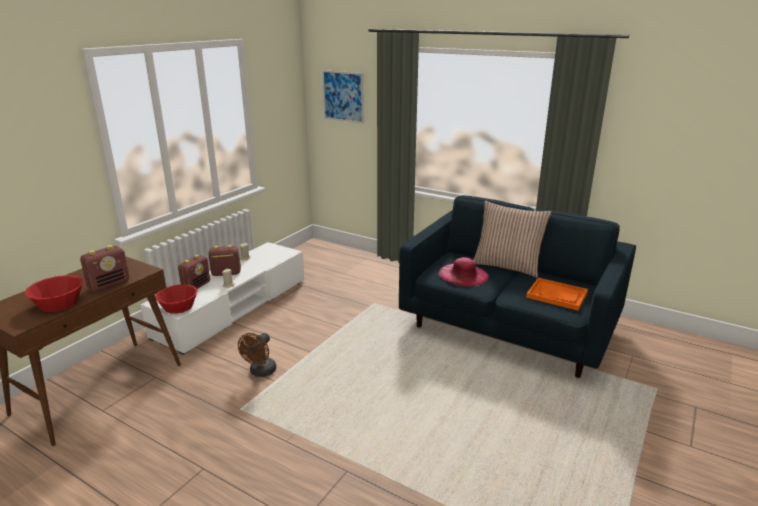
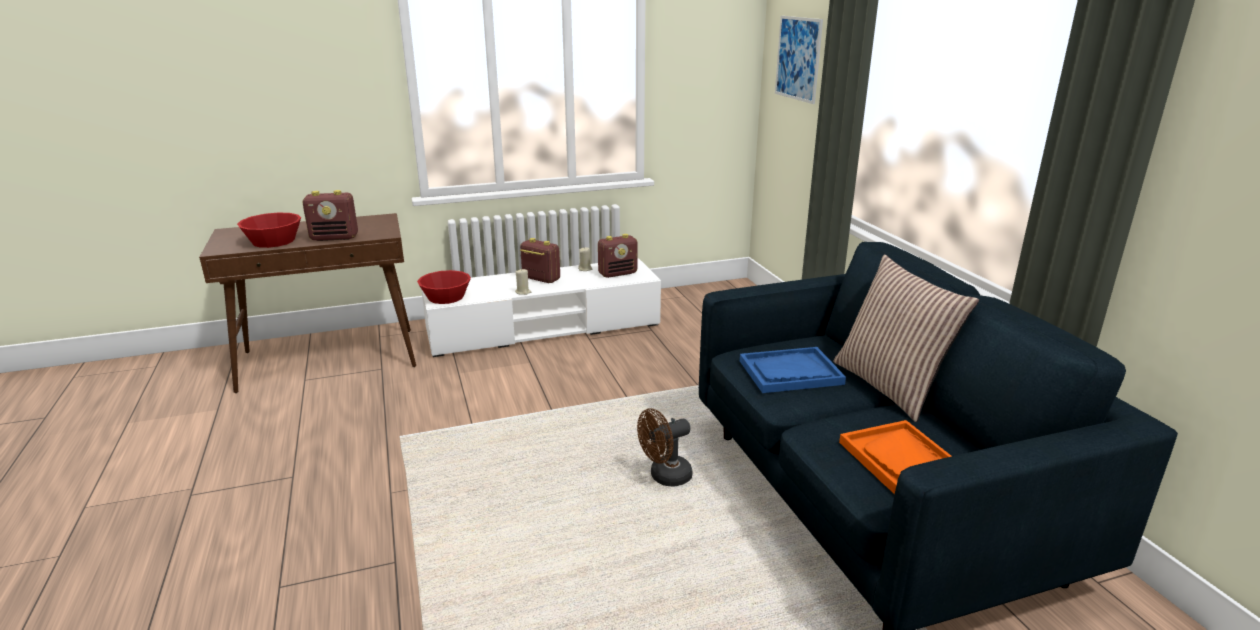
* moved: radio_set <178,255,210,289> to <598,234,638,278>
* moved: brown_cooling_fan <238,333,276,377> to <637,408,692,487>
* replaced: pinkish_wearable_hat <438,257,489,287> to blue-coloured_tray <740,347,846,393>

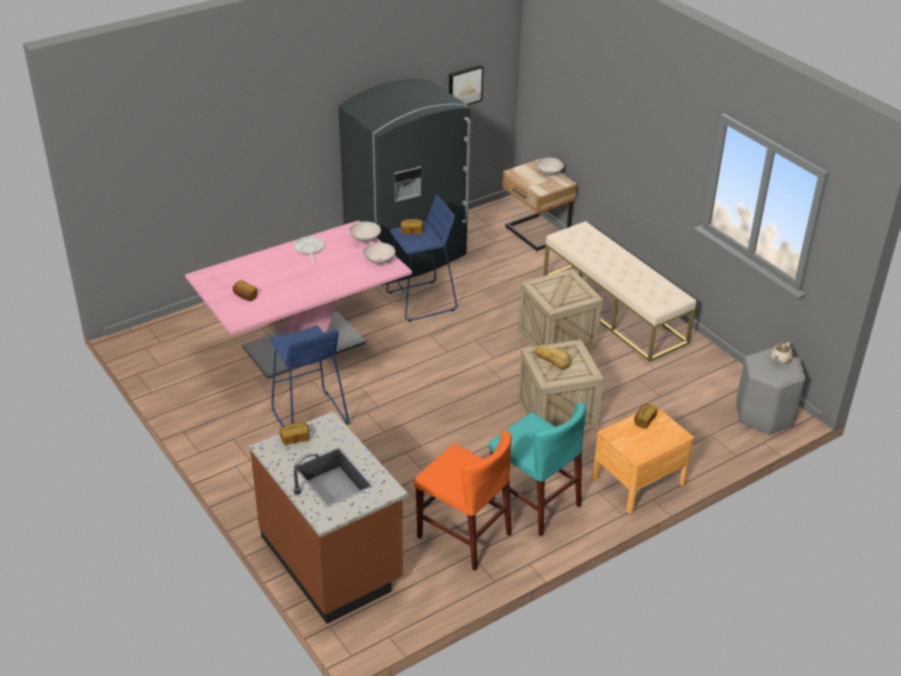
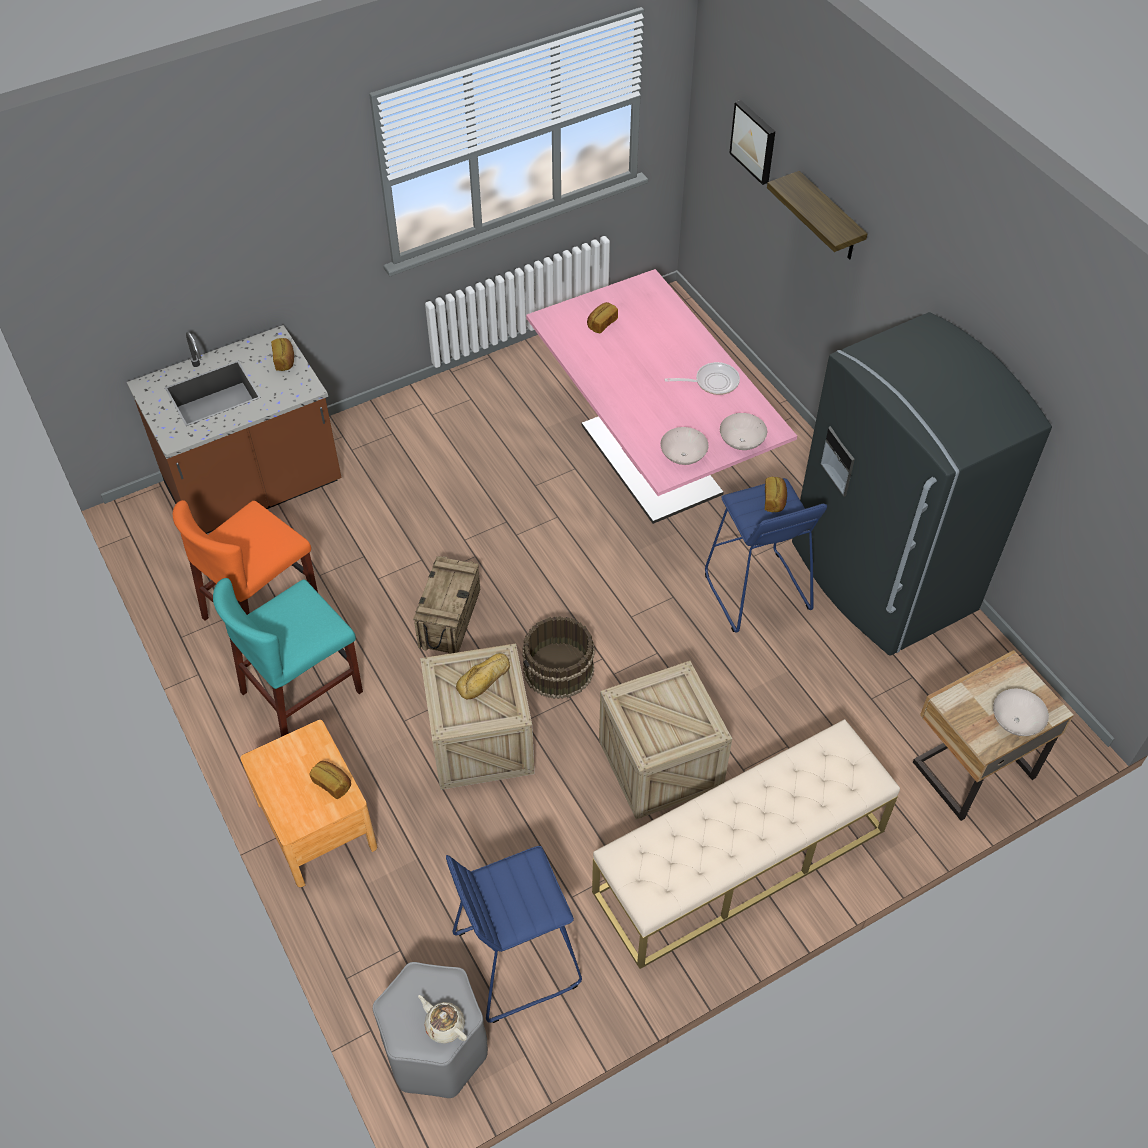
* added: crate <413,556,480,654>
* moved: blue-coloured_stool <270,326,349,427> to <446,846,582,1023>
* added: brown_pail <522,616,595,699>
* moved: wall_art <449,65,483,105> to <729,100,775,185>
* added: bracket_shelf <767,171,867,260>

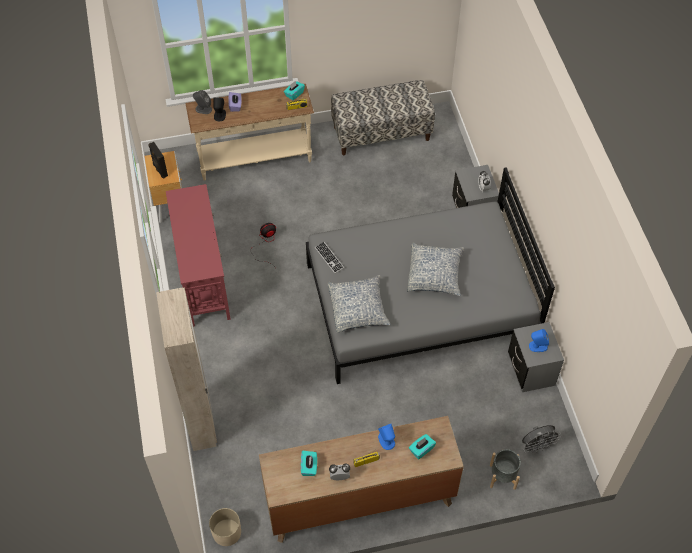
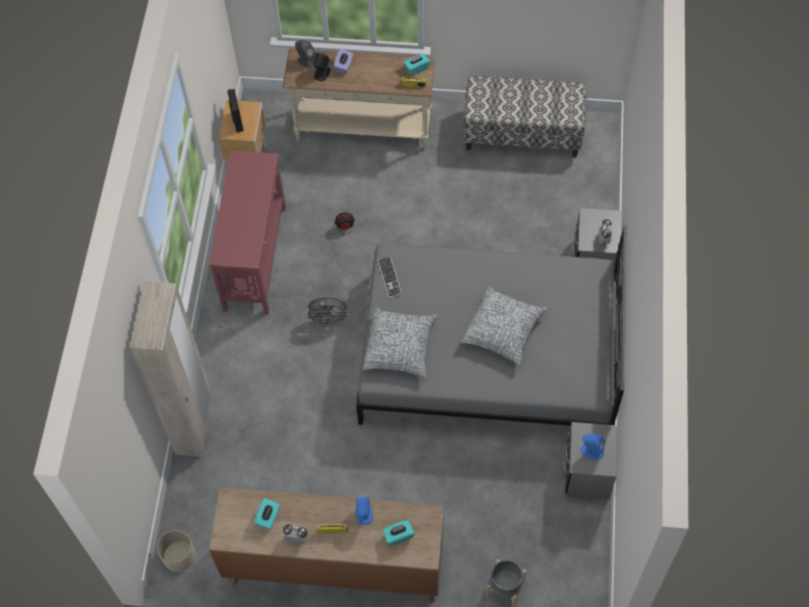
* moved: gray_cooling_fan <522,425,561,454> to <305,297,350,327>

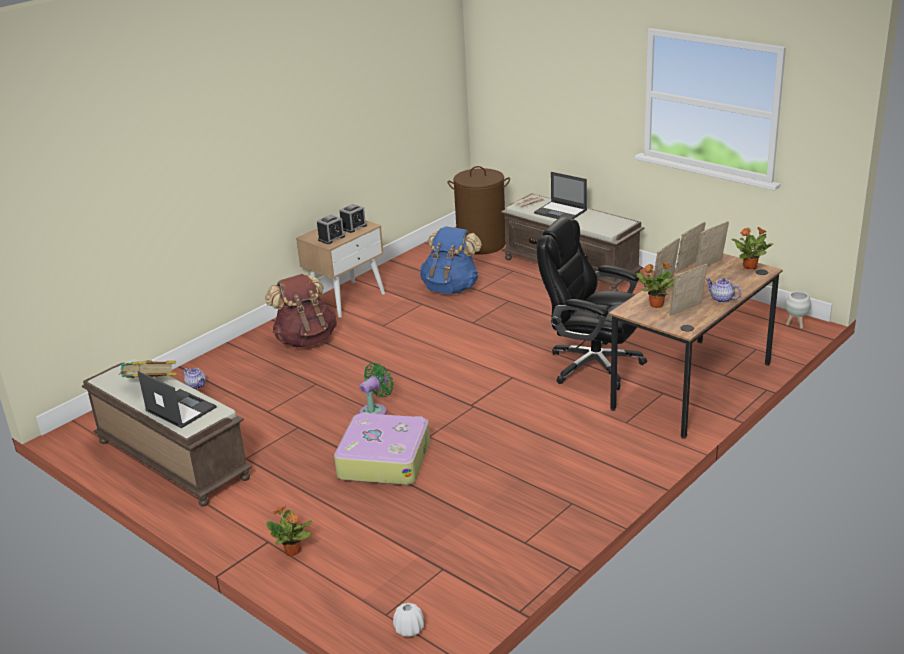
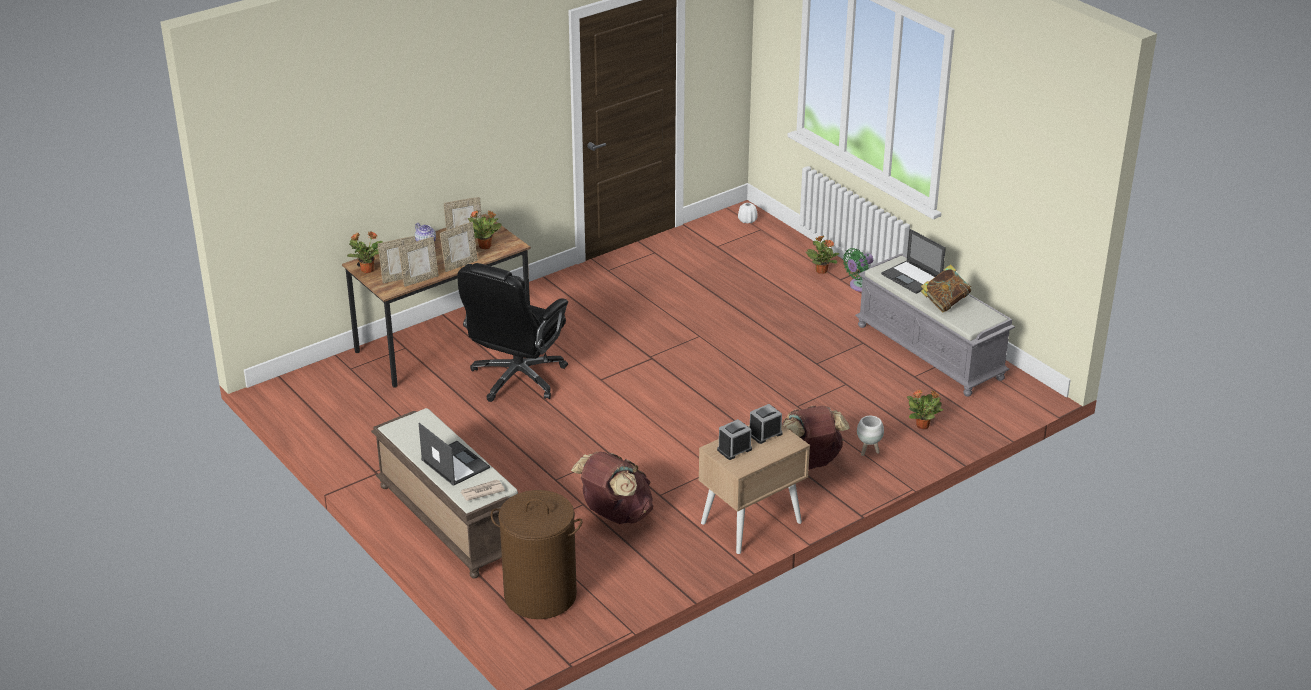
* turned: black-coloured_office_chair <537,217,647,390> = <458,263,568,402> 75 degrees clockwise
* recoloured: blue-coloured_knapsack <420,226,482,294> to brown_knapsack <571,452,653,524>
* moved: green-coloured_cooling_fan <359,363,394,415> to <843,248,873,292>
* recoloured: brown_long_seat <82,358,252,507> to gray_long_seat <855,253,1015,397>
* moved: white_planter <785,292,811,329> to <857,416,884,456>
* replaced: tea_pot <183,367,206,389> to potted_plant <907,389,943,429>
* removed: suitcase <334,413,430,485>

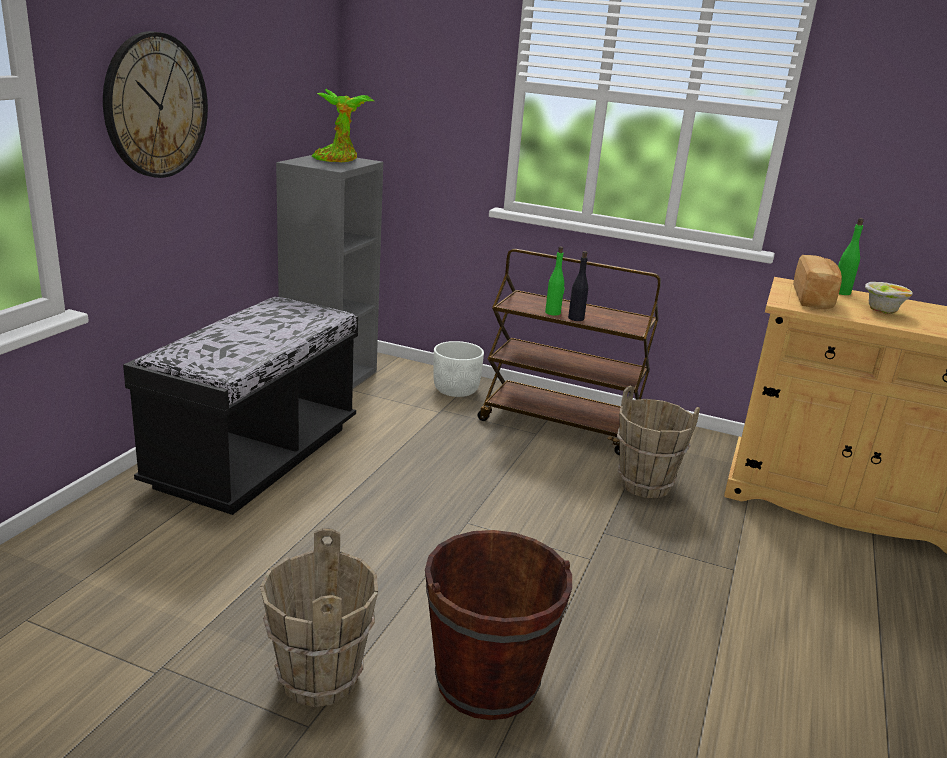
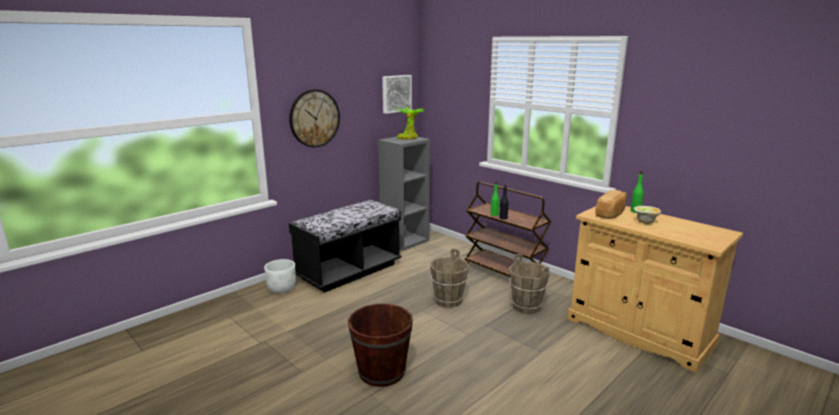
* moved: white_planter <433,341,484,397> to <264,259,296,293>
* added: wall_art <382,75,412,114>
* moved: brown_pail <260,528,378,707> to <430,249,469,308>

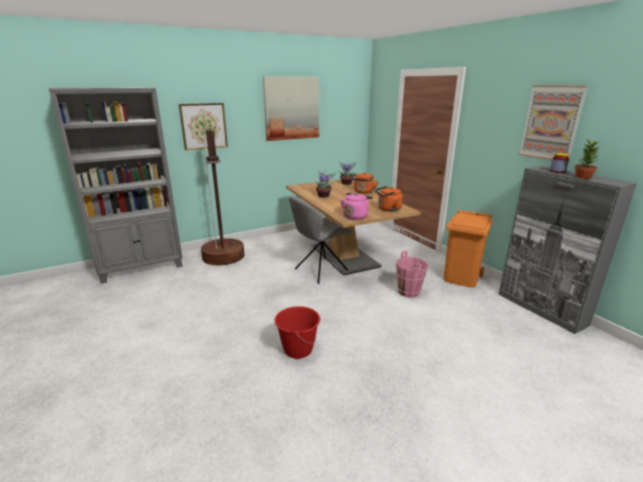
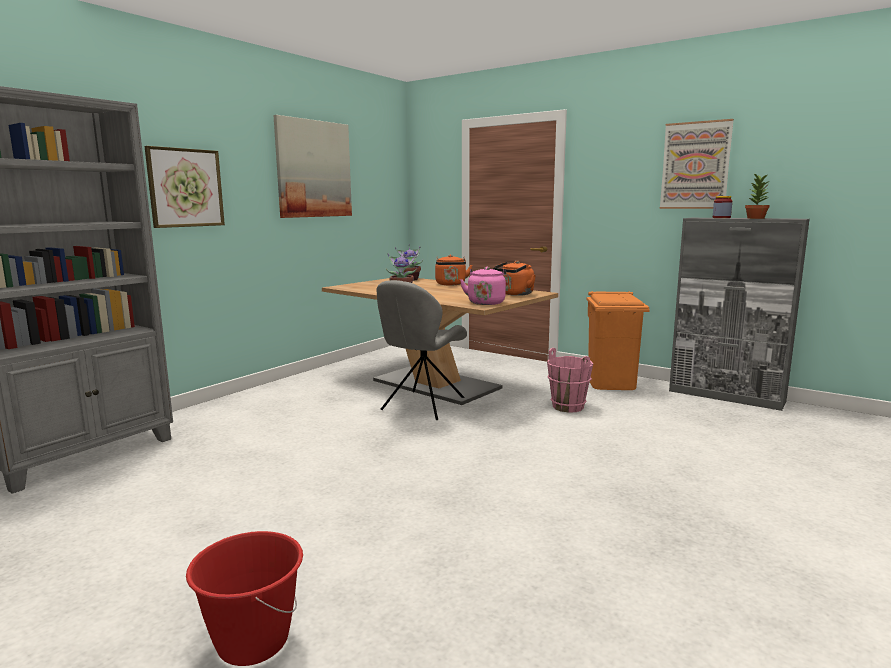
* moved: reddish_pail <275,306,320,359> to <186,531,303,666>
* removed: brown_standing_lamp <201,130,245,265>

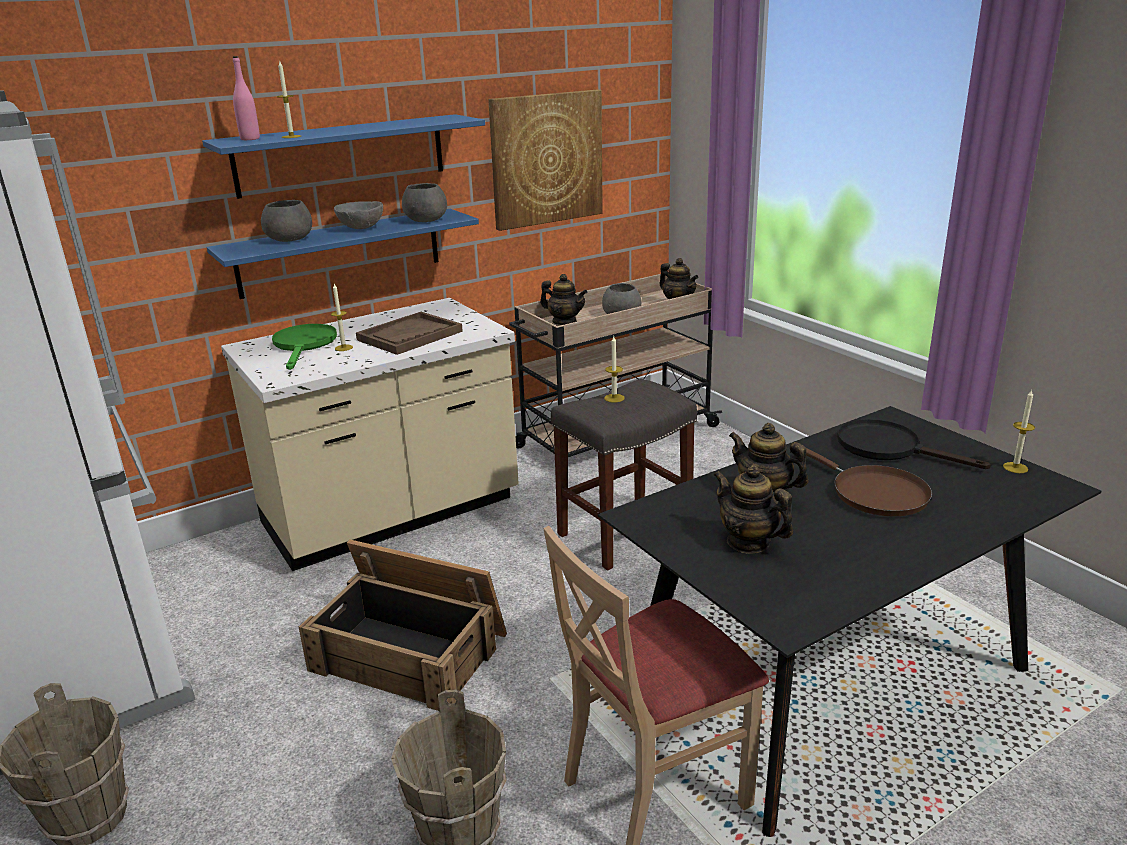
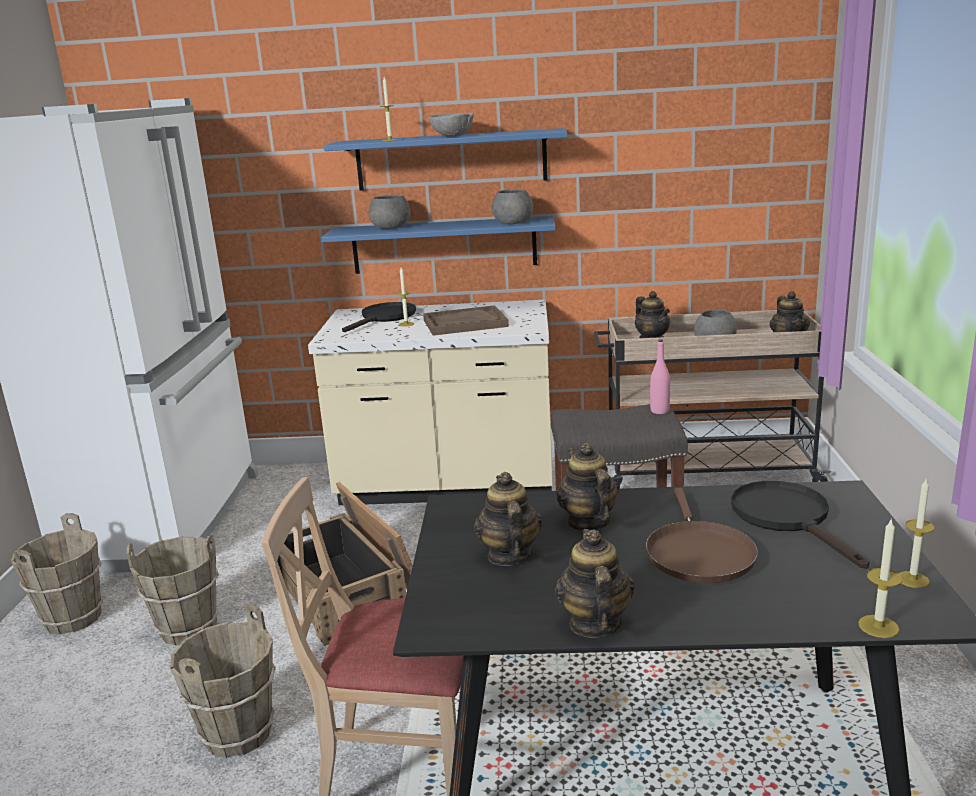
* added: brown_pail <126,536,219,645>
* recoloured: green-coloured_pan <272,324,337,370> to black-coloured_pan <342,302,416,332>
* moved: gray_deep_dish <334,201,383,229> to <429,112,474,137>
* added: tea_pot <555,529,635,638>
* moved: pinkish_bottle <233,56,260,140> to <650,339,670,414>
* moved: candle <604,336,625,402> to <858,518,903,638>
* removed: wall_art <488,90,603,231>

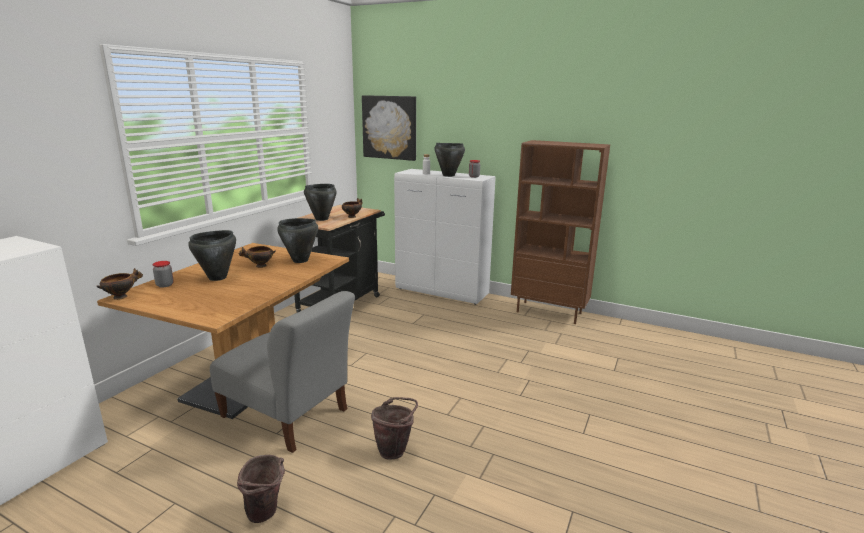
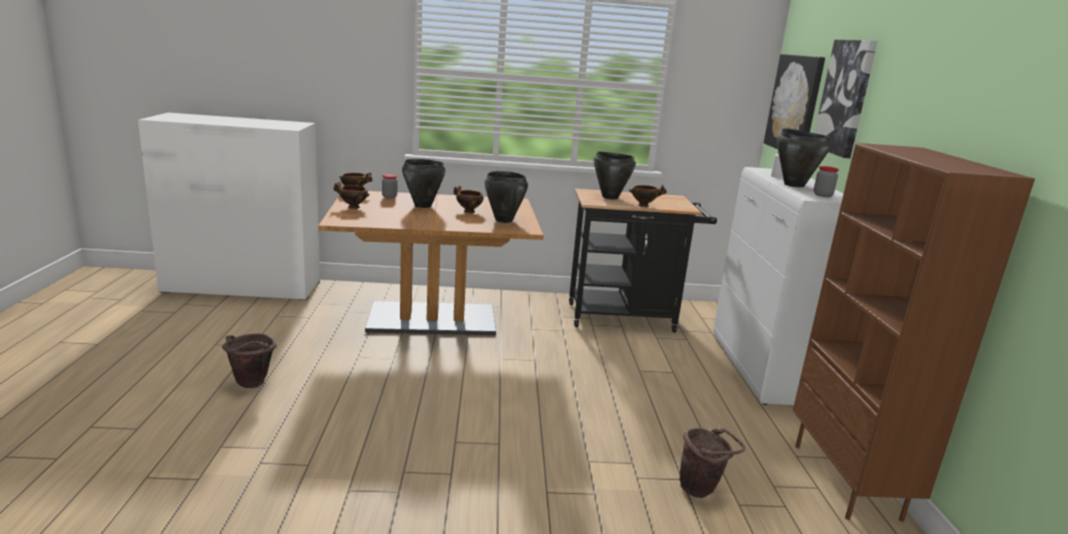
* added: deep_dish <334,182,370,209>
* moved: brown_pail <371,397,418,460> to <680,428,745,498>
* added: wall_art <815,40,878,158>
* removed: gray_plain_chair <210,291,355,453>

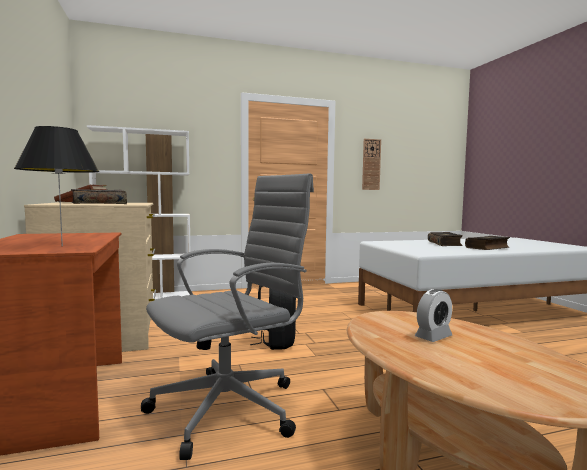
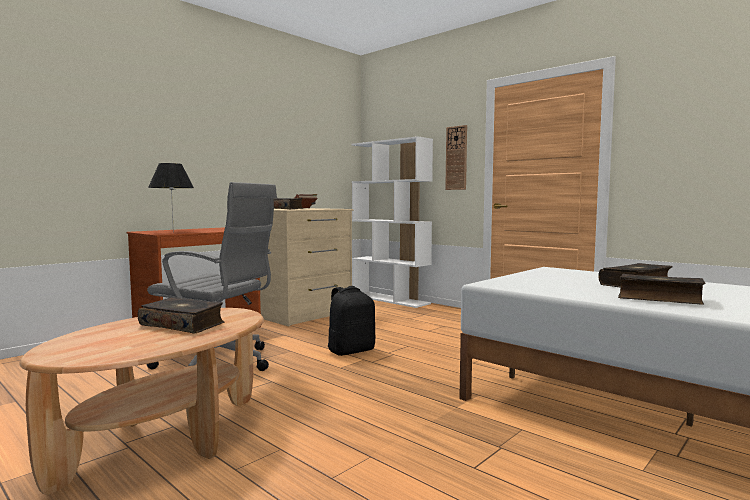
* replaced: table_clock <415,289,452,342> to bound_book <138,297,224,334>
* moved: clock_on_the_wall <362,139,381,190> to <445,125,467,190>

